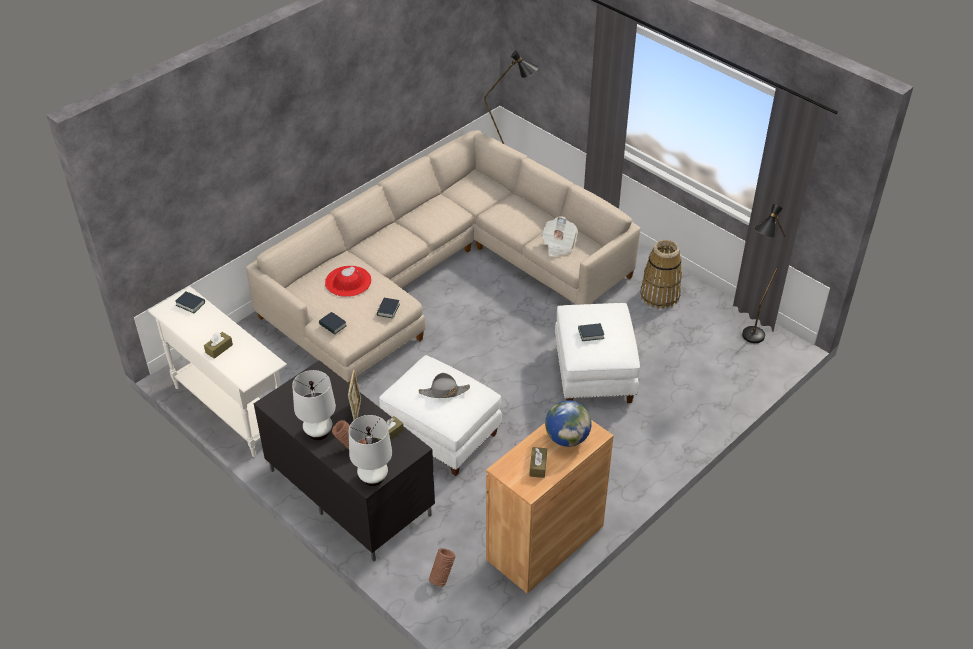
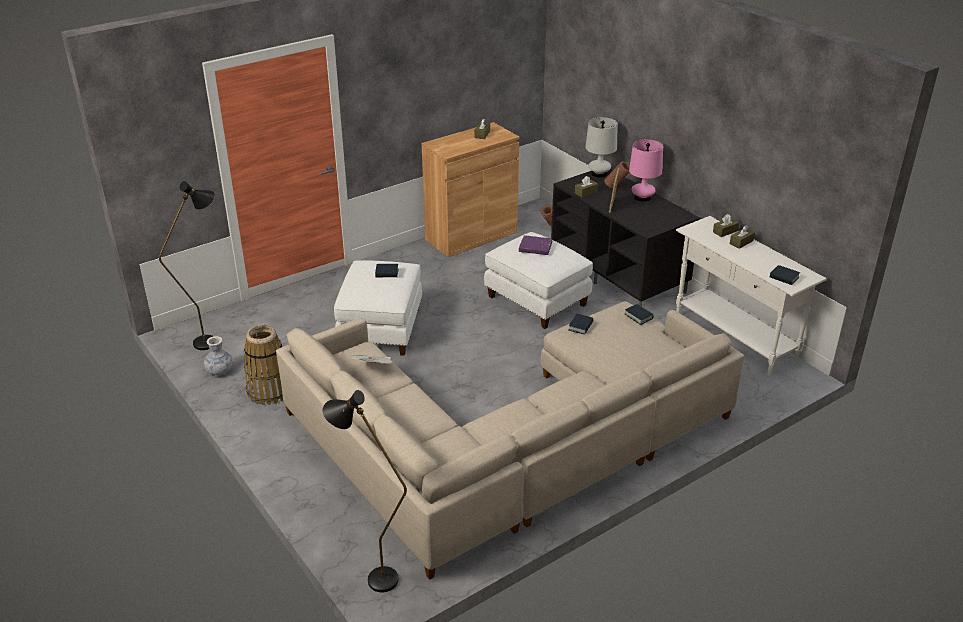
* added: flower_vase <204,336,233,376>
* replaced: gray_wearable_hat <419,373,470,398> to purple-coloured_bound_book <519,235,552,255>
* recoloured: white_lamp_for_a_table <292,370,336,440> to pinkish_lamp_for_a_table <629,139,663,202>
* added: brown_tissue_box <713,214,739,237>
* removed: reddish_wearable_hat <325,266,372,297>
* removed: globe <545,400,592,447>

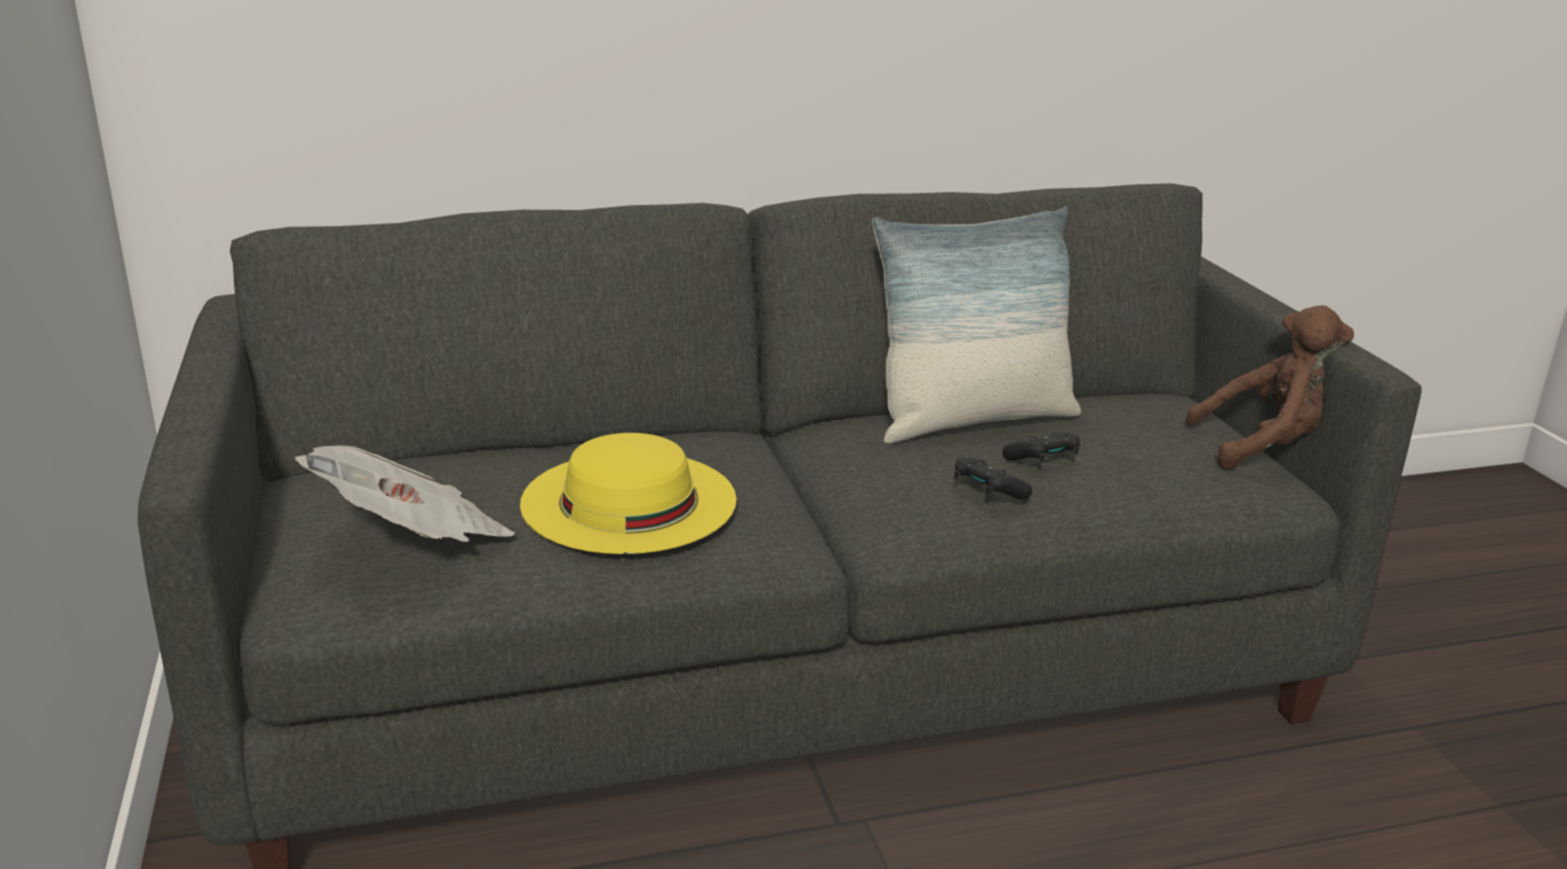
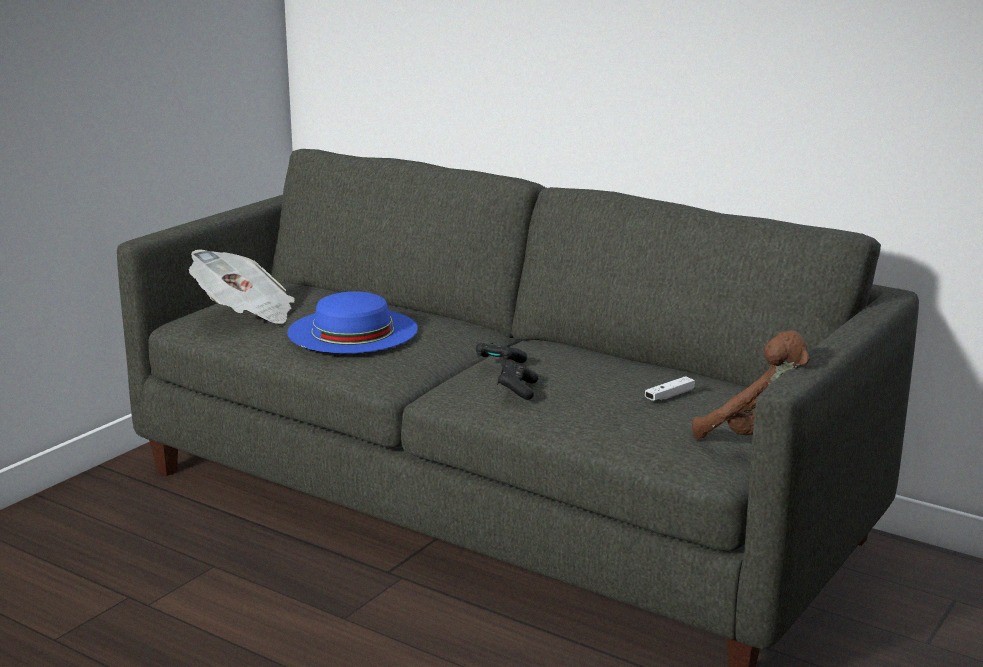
* recoloured: yellow-coloured_wearable_hat <520,433,736,554> to blue-coloured_wearable_hat <287,291,418,353>
* moved: black-coloured_joypad <1002,431,1080,461> to <476,342,527,363>
* added: white_joypad <645,376,695,401>
* removed: cushion <872,207,1081,444>

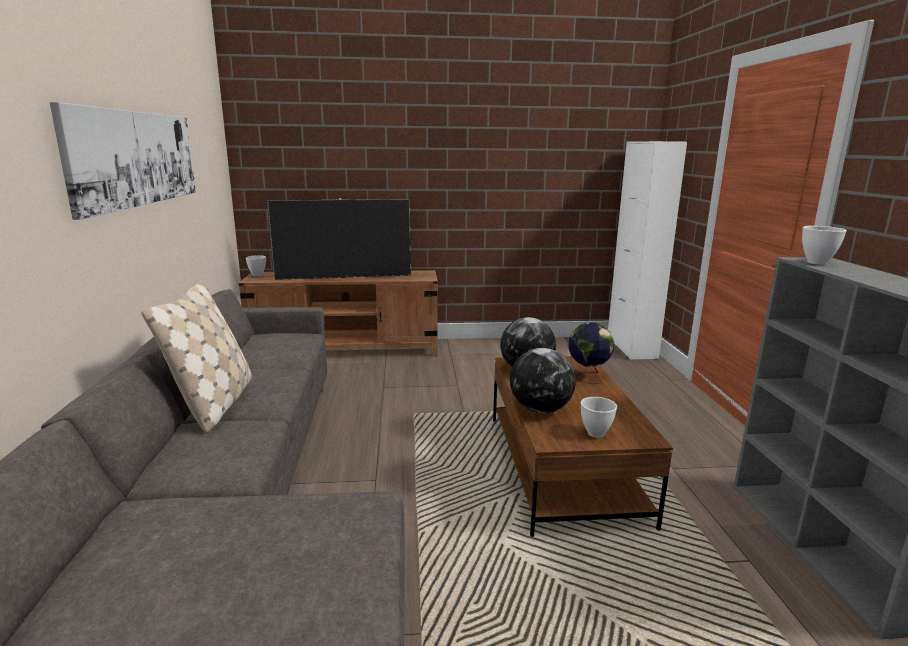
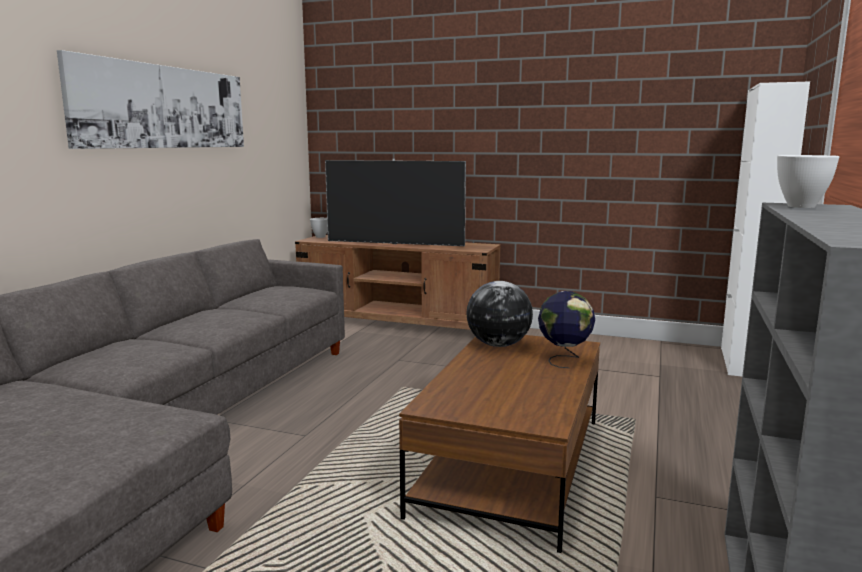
* removed: beige_cushion <141,280,252,433>
* removed: globe <510,348,576,414>
* removed: white_deep_dish <581,397,617,438>

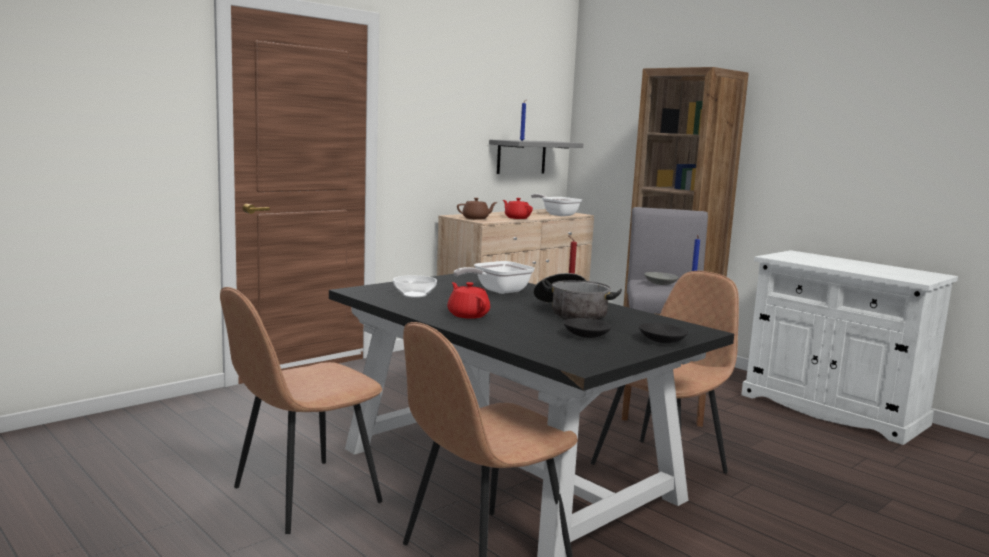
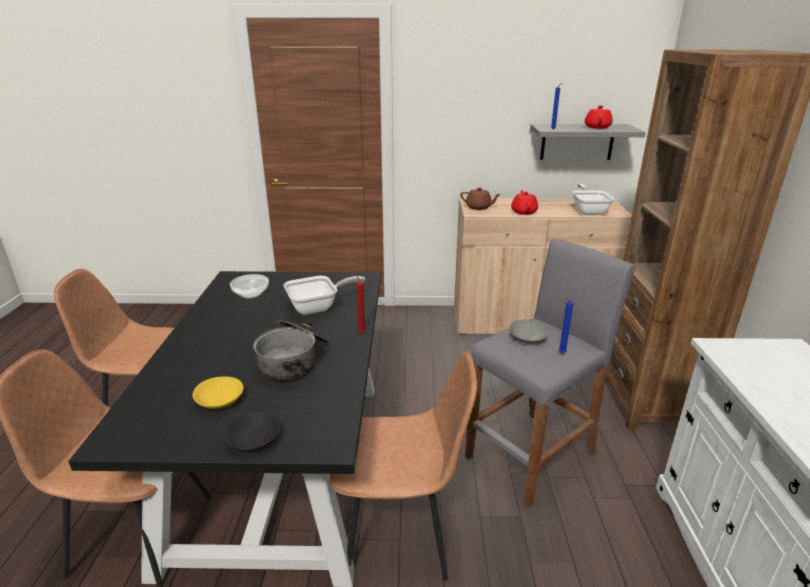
* recoloured: black-coloured_deep_dish <563,318,611,338> to yellow-coloured_deep_dish <193,376,244,409>
* turned: pan <454,261,535,294> = <283,276,366,315> 150 degrees clockwise
* moved: reddish_tea_pot <447,282,490,319> to <585,105,613,129>

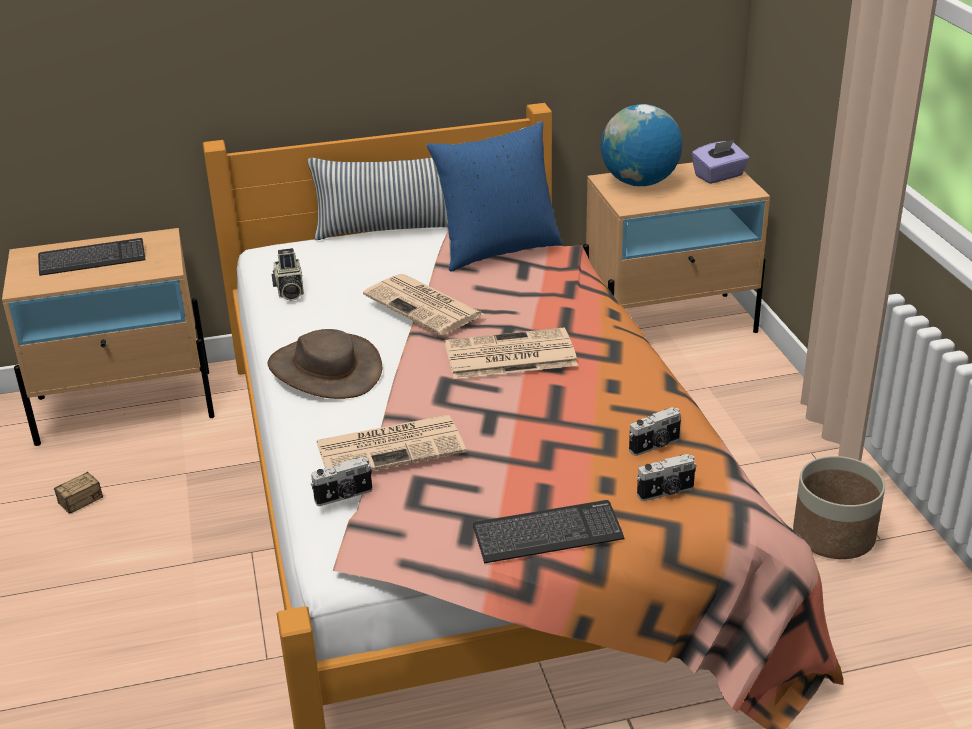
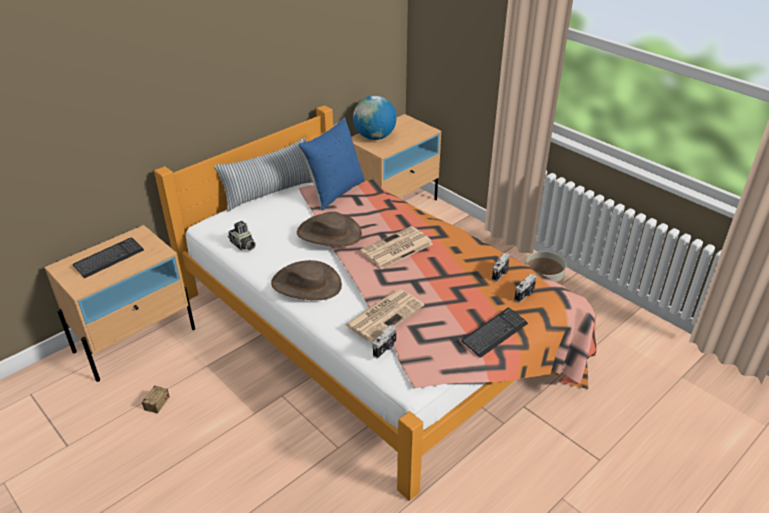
* replaced: printed_paper <363,274,485,335> to brown_wearable_hat <297,212,362,246>
* removed: purple-coloured_tissue_box <692,139,749,184>

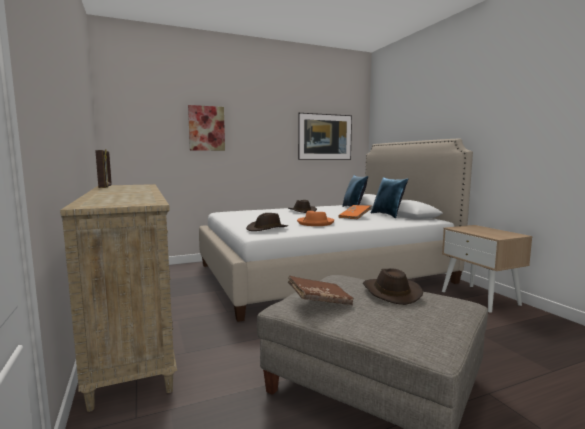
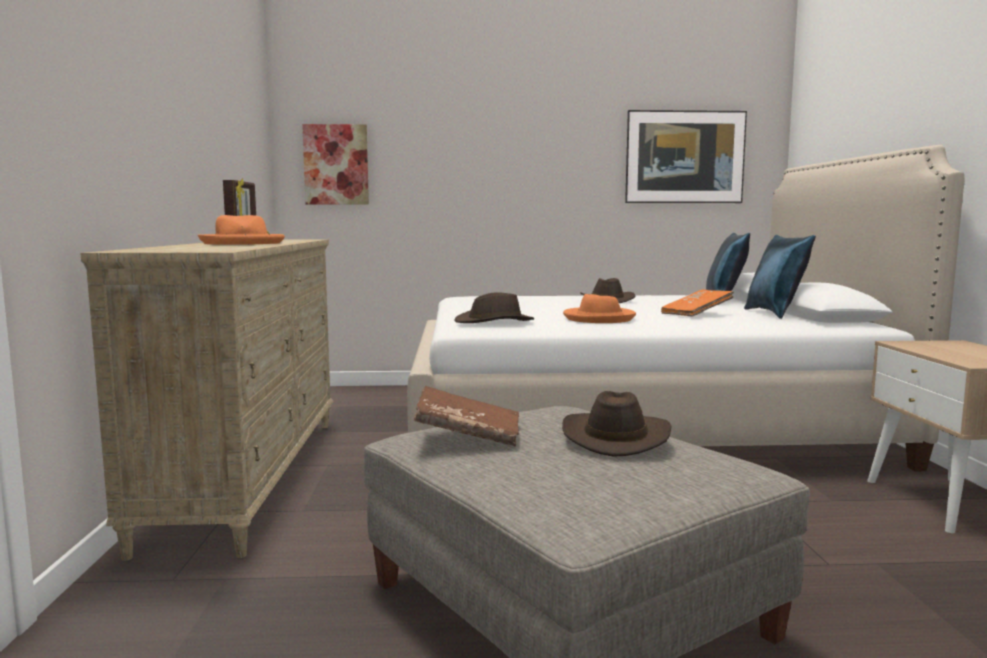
* added: orange_wearable_hat <198,215,285,245>
* moved: wall_art <188,105,225,151> to <302,124,369,205>

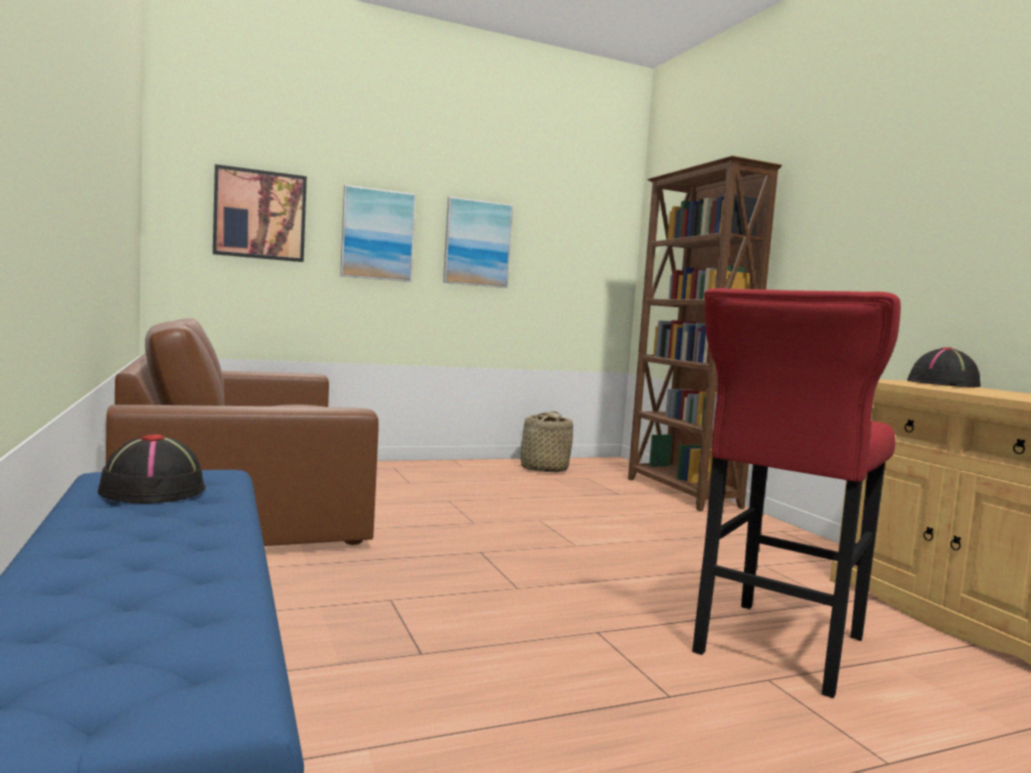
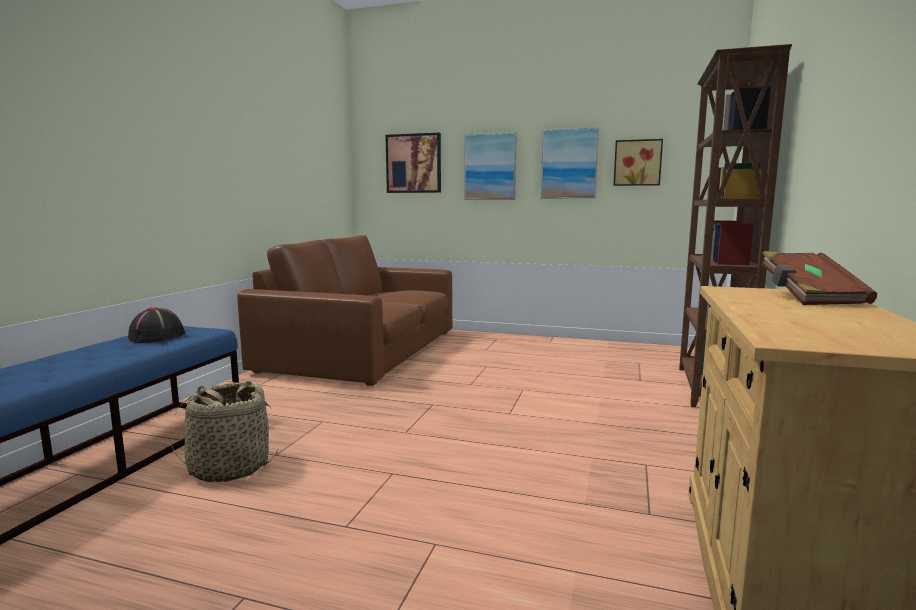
* moved: storage_basket <518,411,573,472> to <170,381,278,482>
* added: wall_art <613,139,663,186>
* replaced: black-coloured_wearable_hat <907,347,981,387> to brown_bound_book <761,251,877,305>
* removed: reddish_stool <692,288,901,698>

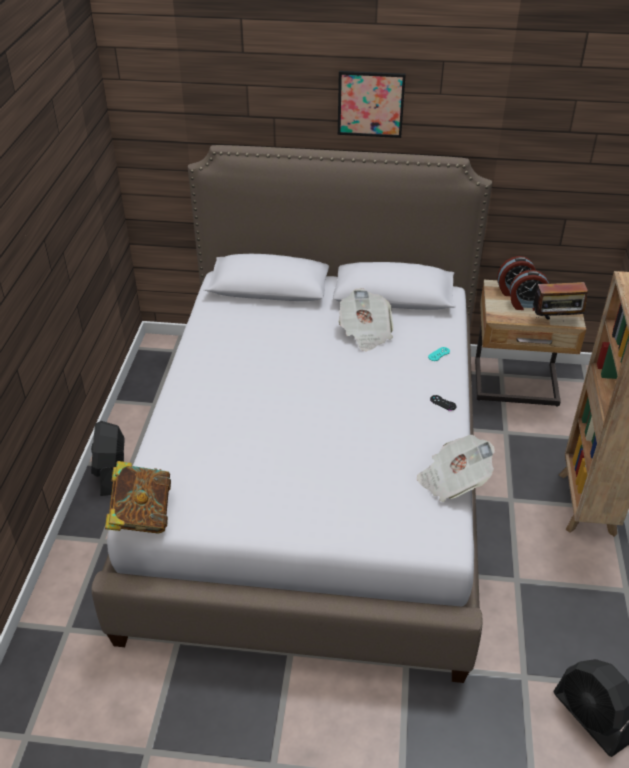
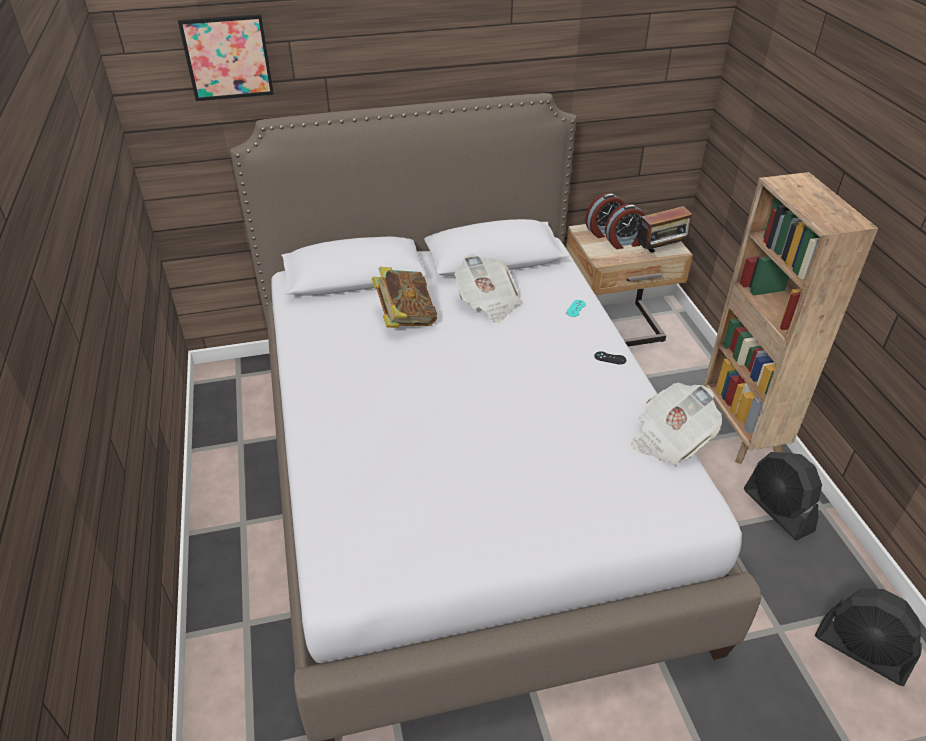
* moved: wall_art <338,71,406,138> to <178,14,274,101>
* moved: bound_book <105,461,171,533> to <372,267,437,328>
* moved: black-coloured_cooling_fan <91,421,125,496> to <744,452,822,540>

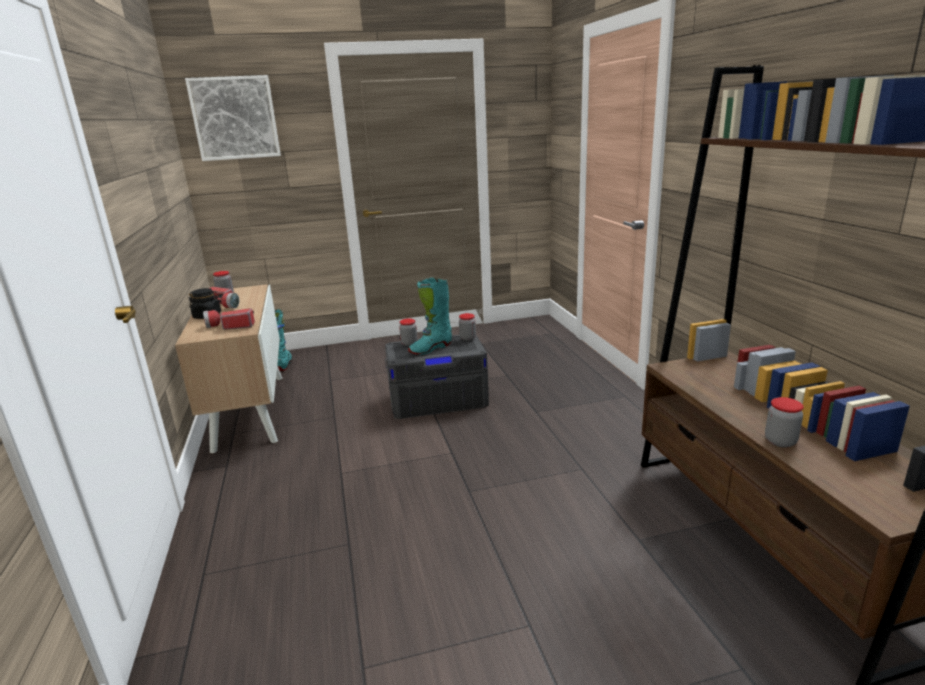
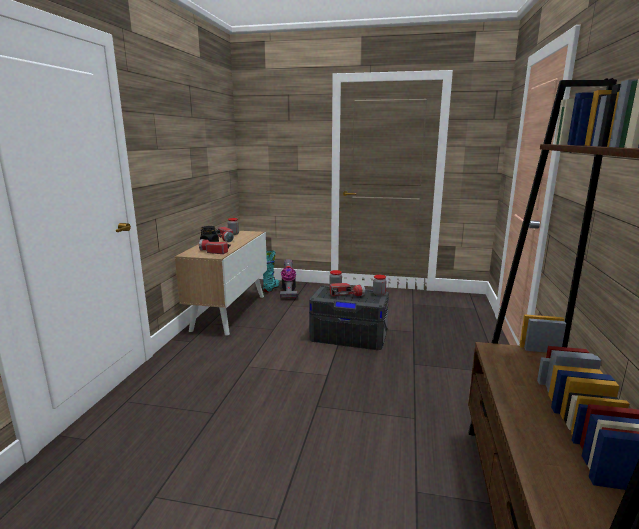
* added: vacuum_cleaner <280,259,297,299>
* replaced: blue-green_tall_boot <408,278,452,355> to hand_torch <330,283,365,296>
* removed: wall_art <185,75,281,161>
* removed: storage_jar <765,397,804,448>

